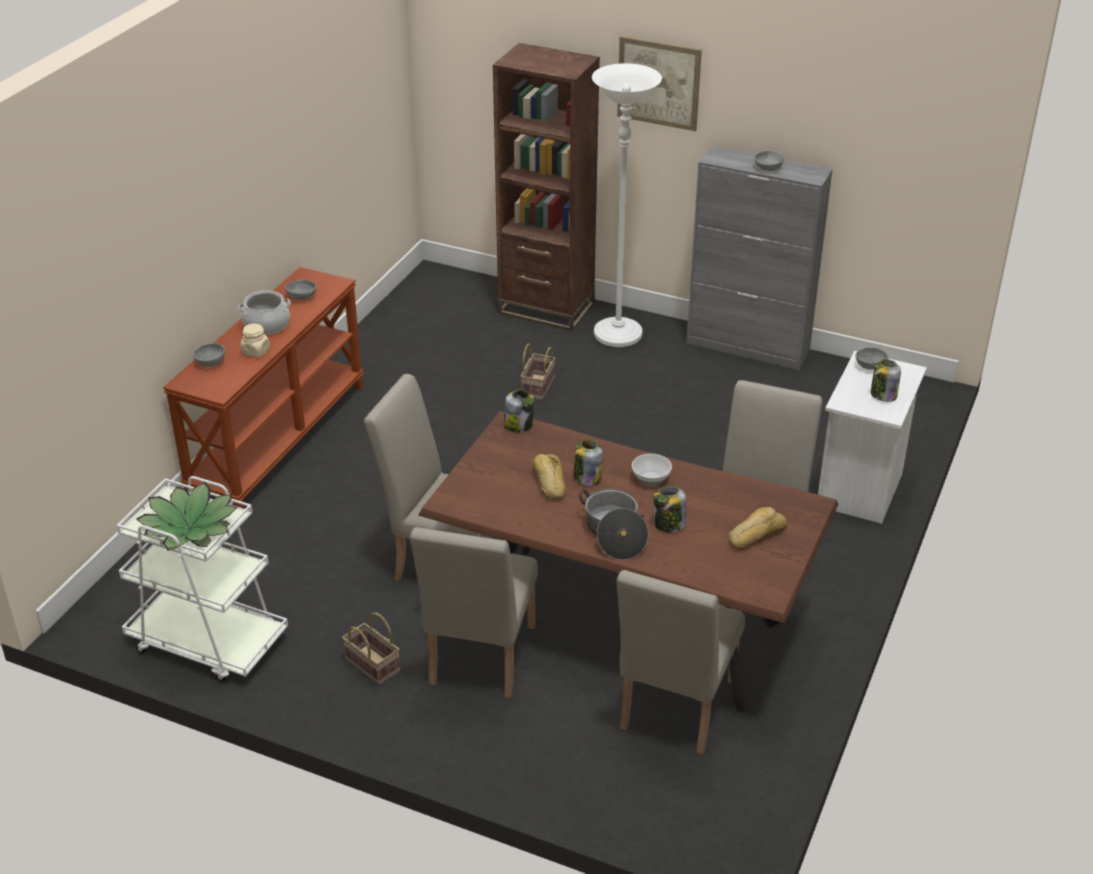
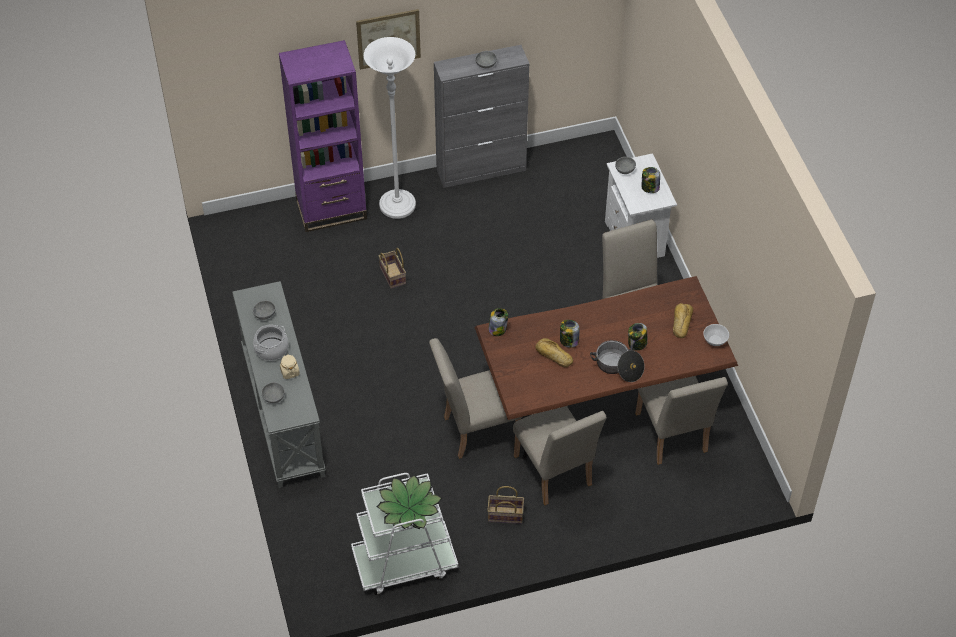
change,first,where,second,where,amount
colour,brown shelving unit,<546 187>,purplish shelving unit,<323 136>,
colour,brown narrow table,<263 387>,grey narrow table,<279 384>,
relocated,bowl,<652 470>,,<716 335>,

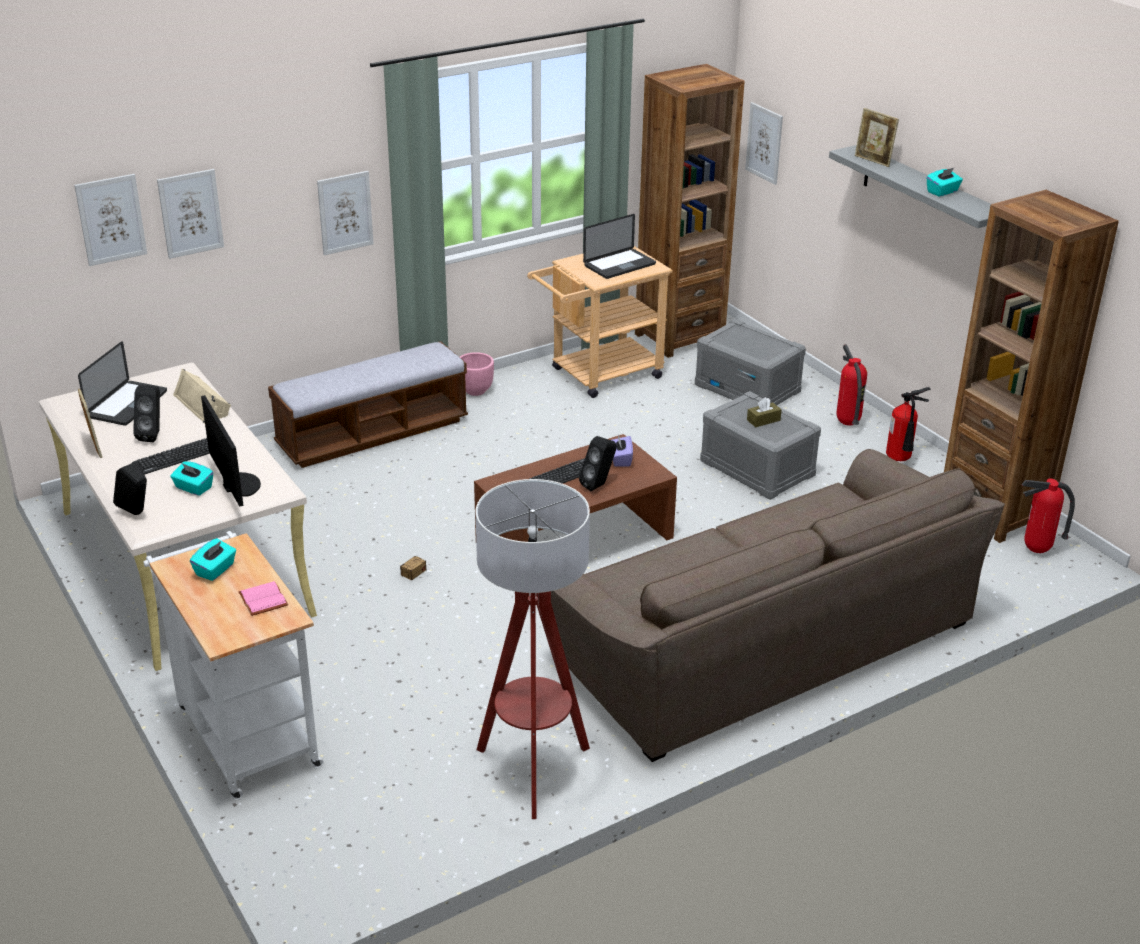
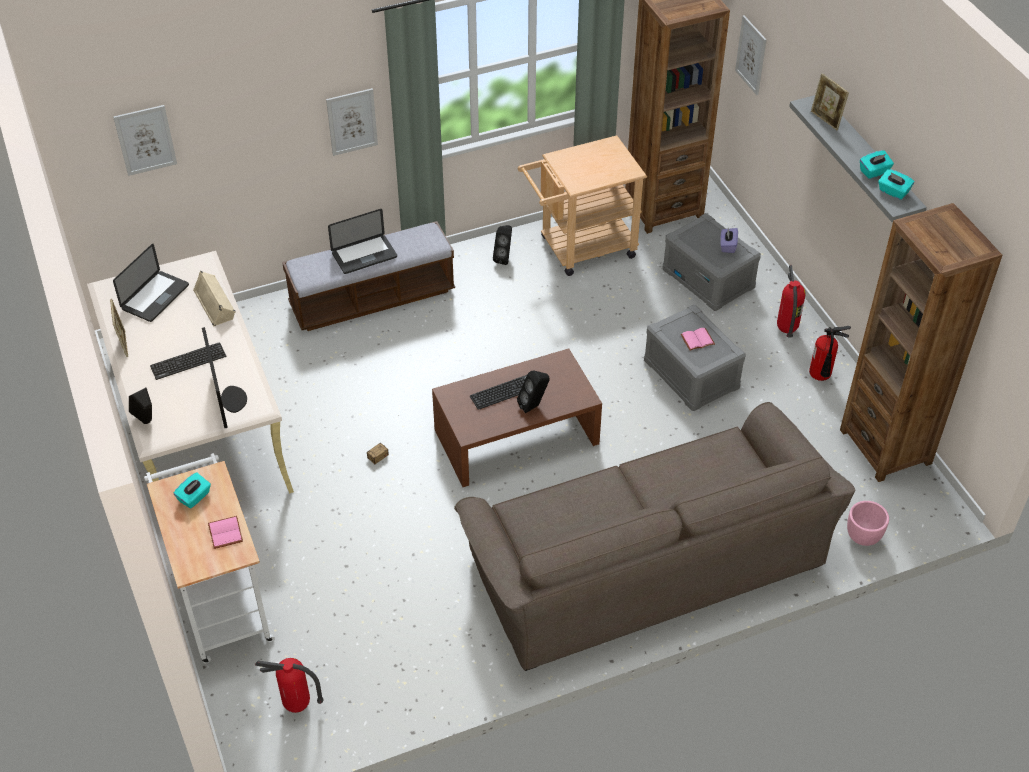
change,first,where,second,where,amount
missing,wall picture,<190 214>,,,
relocated,laptop,<619 246>,,<362 241>,
relocated,pinkish plant pot,<477 374>,,<868 523>,
relocated,black speaker,<146 413>,,<502 245>,
exchanged,brown tissue box,<764 412>,pinkish bound book,<698 339>,
relocated,purplish tissue box,<622 450>,,<729 240>,
relocated,turquoise-coloured tissue box,<191 478>,,<896 184>,
missing,floor lamp,<532 649>,,,
relocated,fire-fighting cylinder,<1048 516>,,<289 685>,

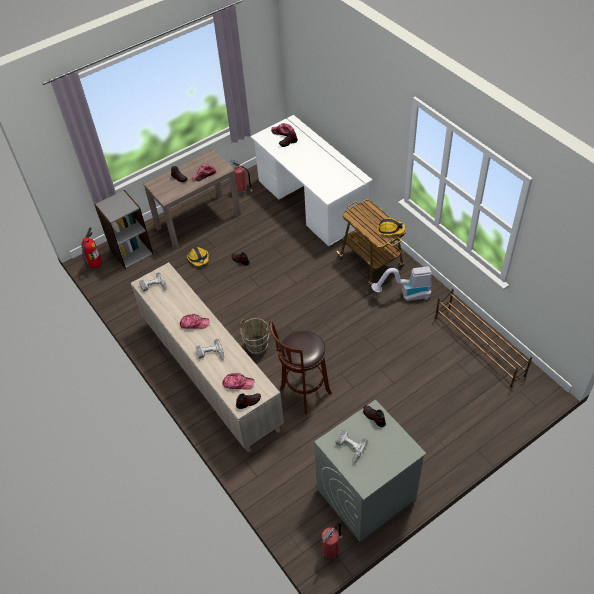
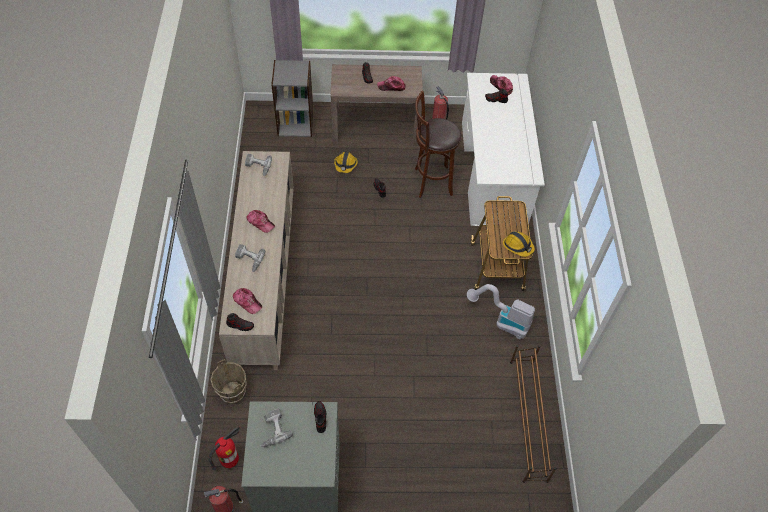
change,first,where,second,where,amount
relocated,fire-fighting cylinder,<91 249>,,<224 448>,
relocated,brown pail,<254 336>,,<228 381>,
relocated,brown stool seat,<300 367>,,<438 144>,

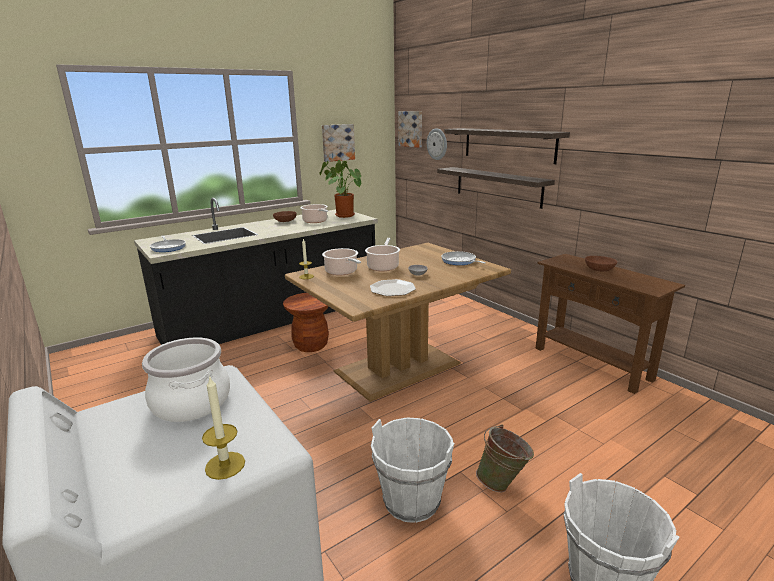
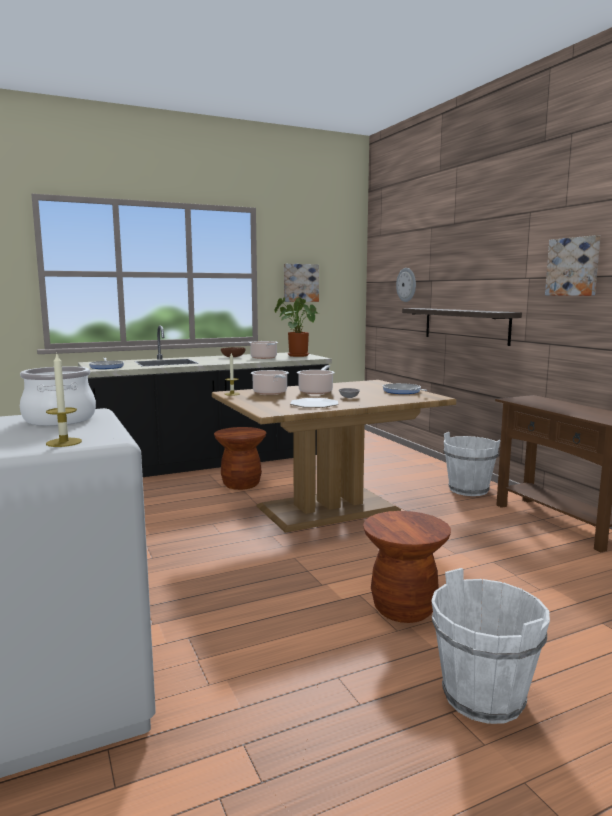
change,first,where,second,where,amount
relocated,wall picture,<410 129>,,<572 265>,
missing,wall shelf,<507 146>,,,
missing,brown bowl,<601 263>,,,
relocated,white pail,<412 470>,,<472 464>,
exchanged,green pail,<505 458>,brown stool seat,<407 567>,

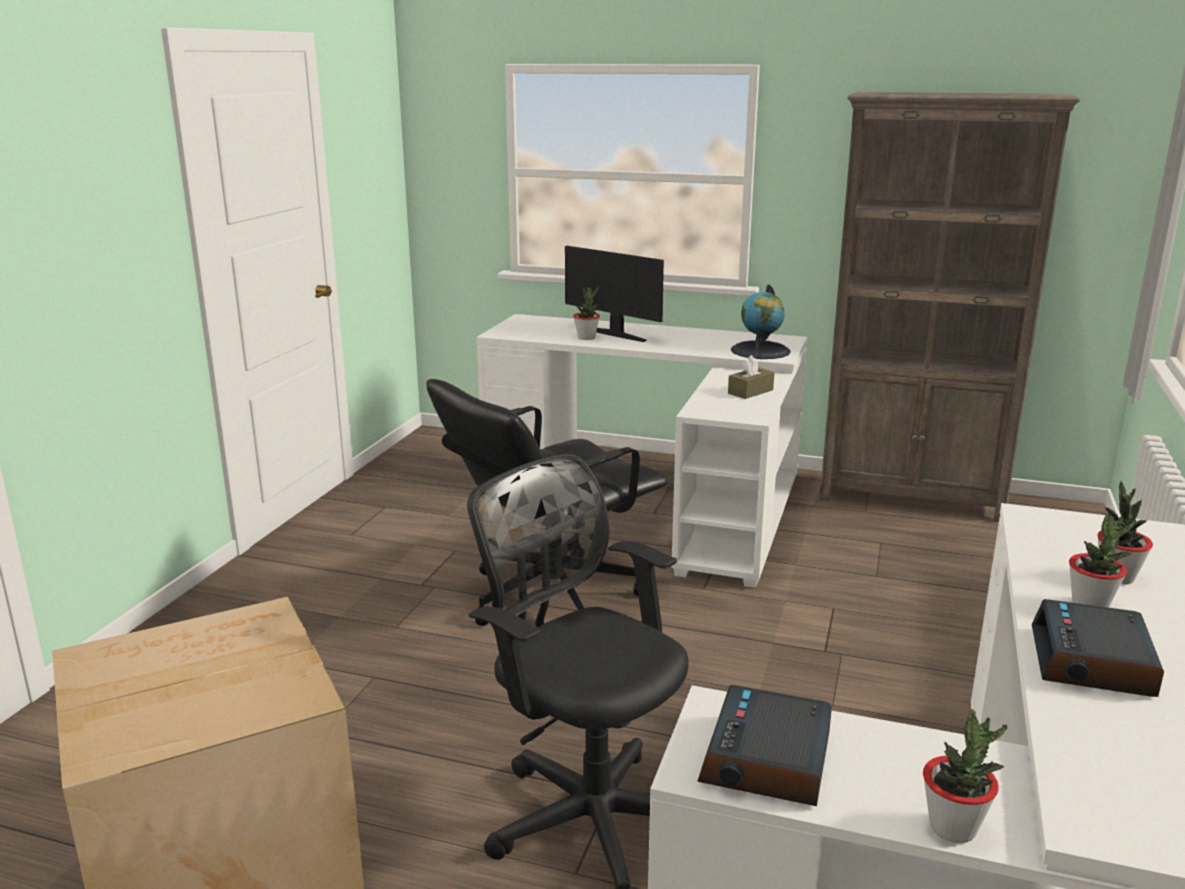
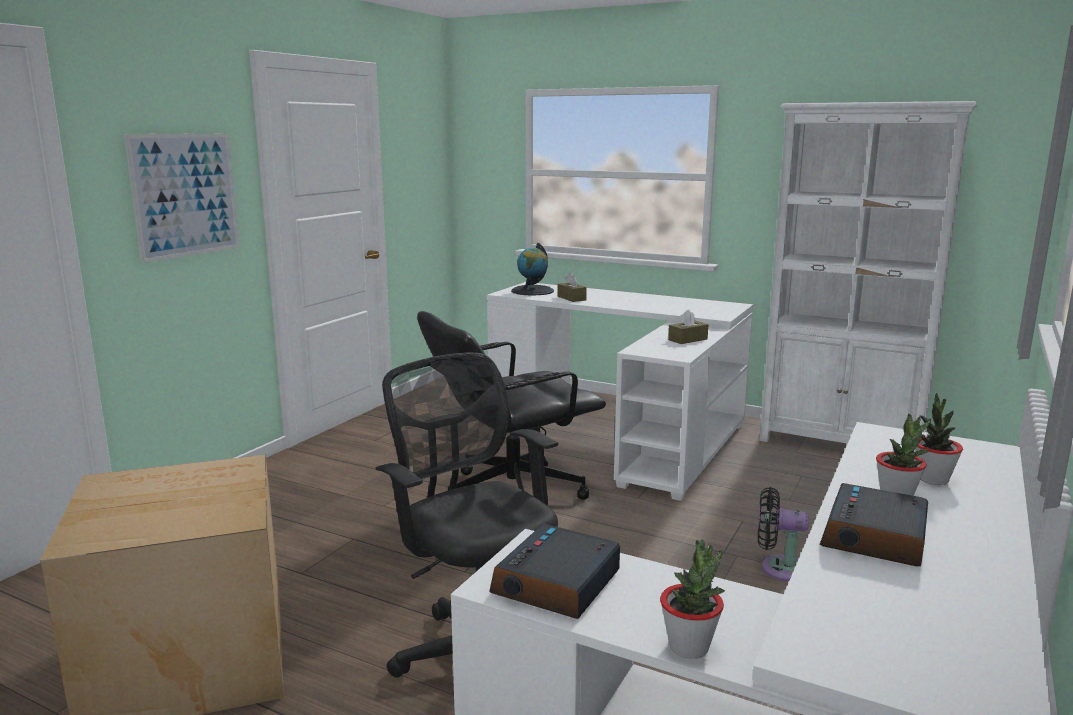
change,first,where,second,where,amount
colour,brown shelving unit,<949 307>,white shelving unit,<868 272>,
missing,monitor,<614 294>,,,
relocated,desk globe,<761 322>,,<532 269>,
exchanged,houseplant,<586 313>,brown tissue box,<572 287>,
appeared,,,wall picture,<182 198>,
appeared,,,black cooling fan,<783 534>,

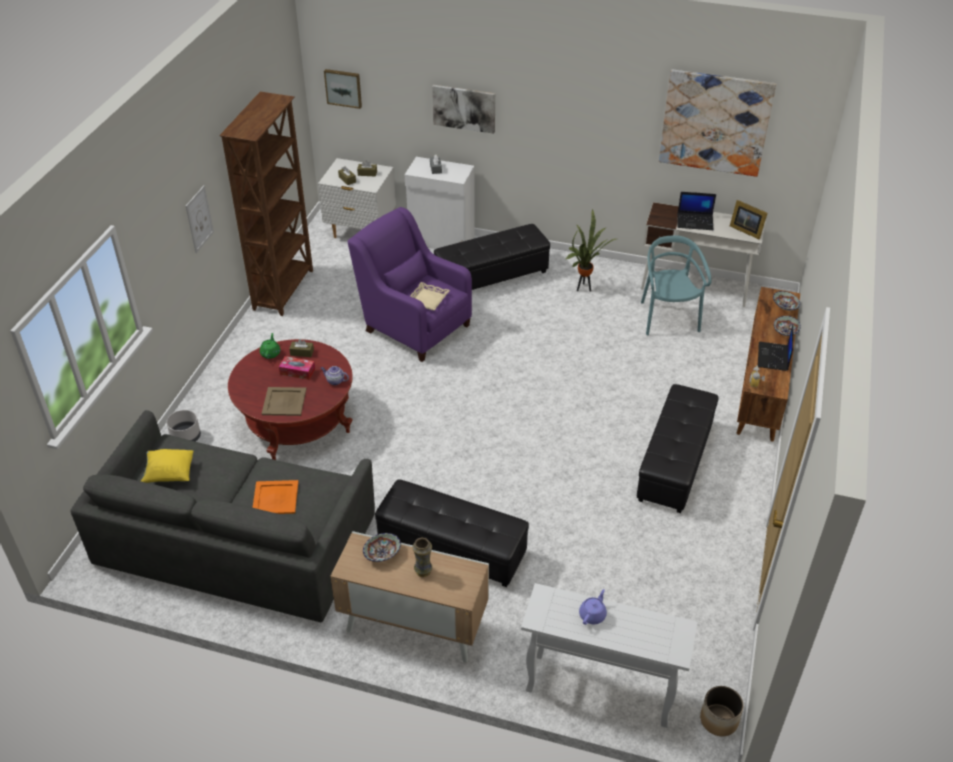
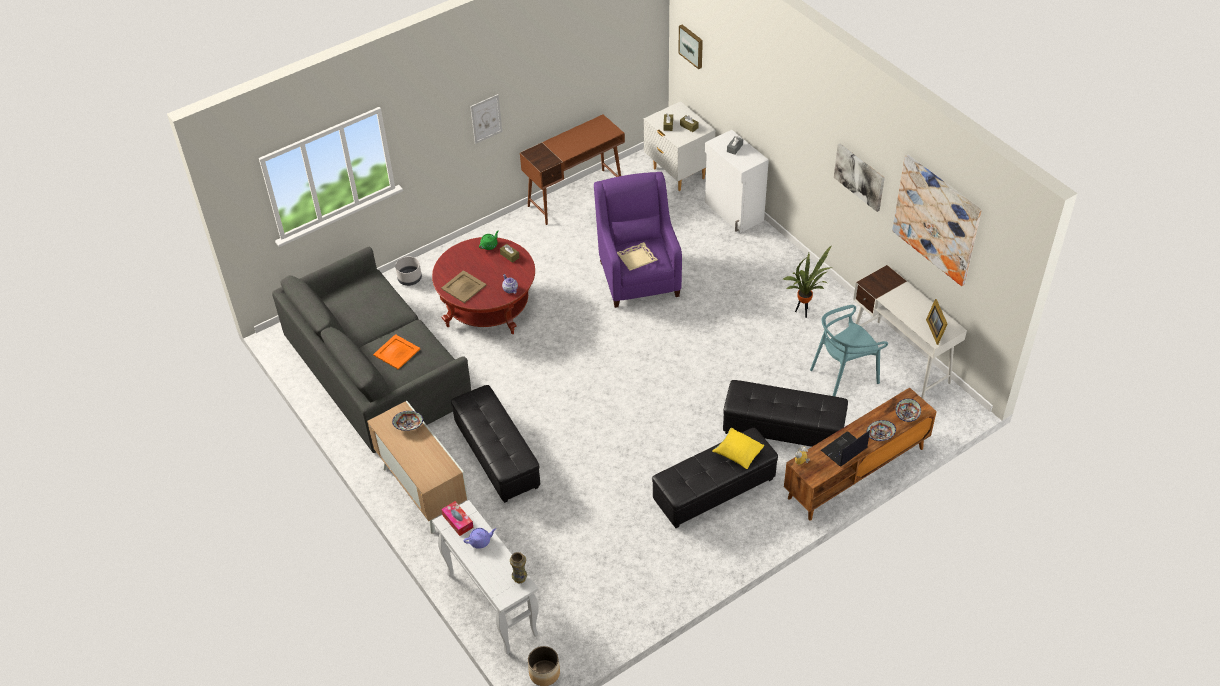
change,first,where,second,where,amount
relocated,wall picture,<463 109>,,<859 178>,
exchanged,brown shelving unit,<266 204>,brown desk table,<572 169>,
missing,laptop,<697 211>,,,
relocated,black pouffe,<492 257>,,<785 413>,
spun,turquoise-coloured upright chair,<676 285>,,<849 350>,150 degrees counterclockwise
relocated,tissue box,<297 368>,,<457 518>,
relocated,yellow-coloured throw pillow,<167 466>,,<738 448>,
relocated,flower vase,<422 557>,,<518 568>,

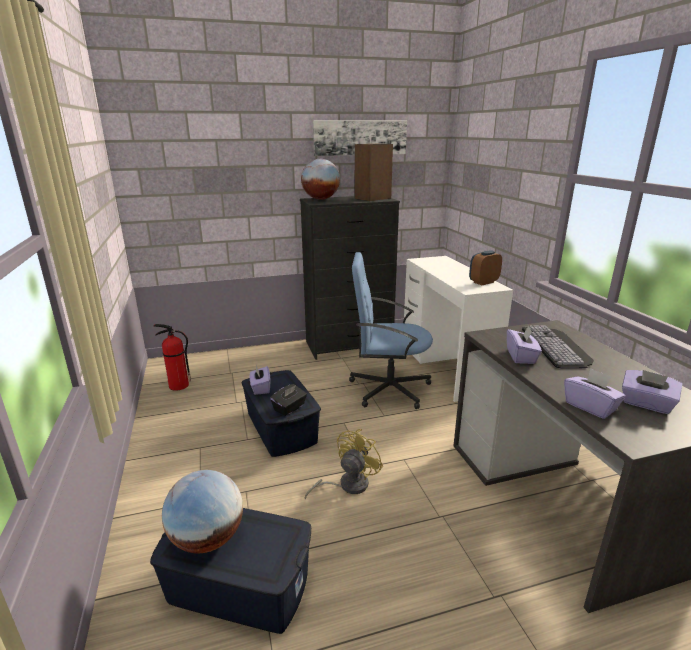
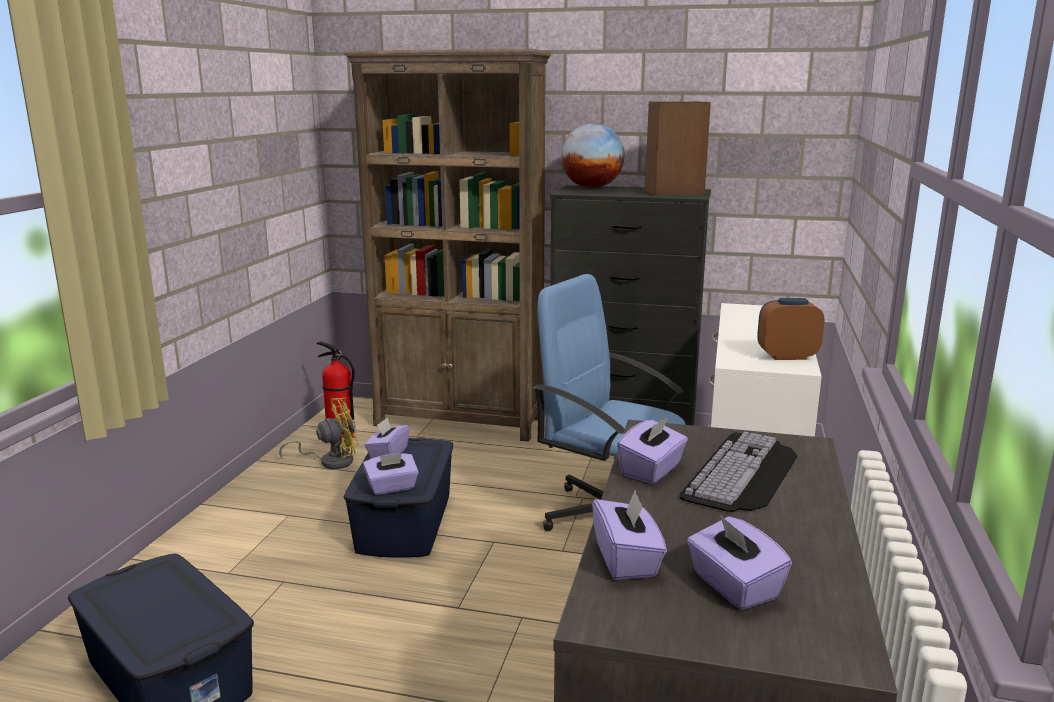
change,first,where,second,where,amount
missing,wall picture,<360 138>,,,
colour,black tissue box,<288 400>,purplish tissue box,<391 474>,
relocated,yellow-coloured cooling fan,<344 464>,,<319 433>,
missing,desk globe,<202 512>,,,
appeared,,,brown shelving unit,<447 245>,

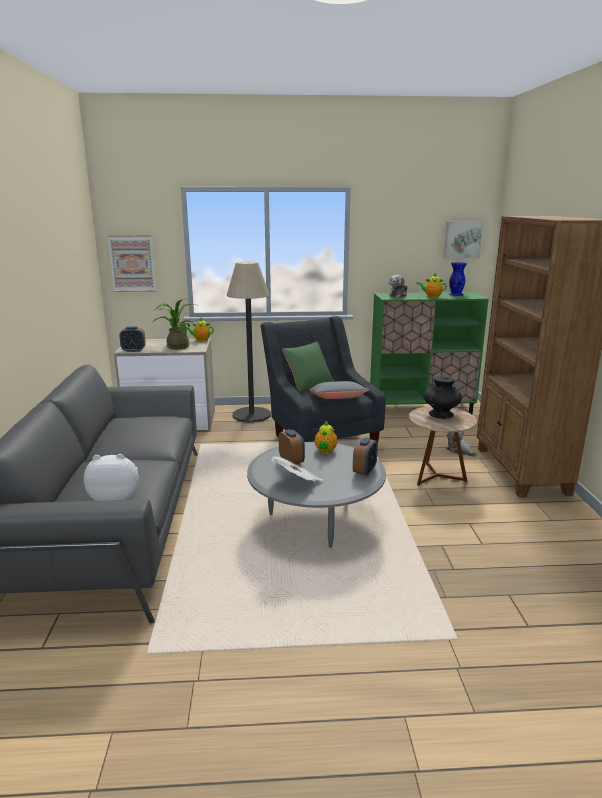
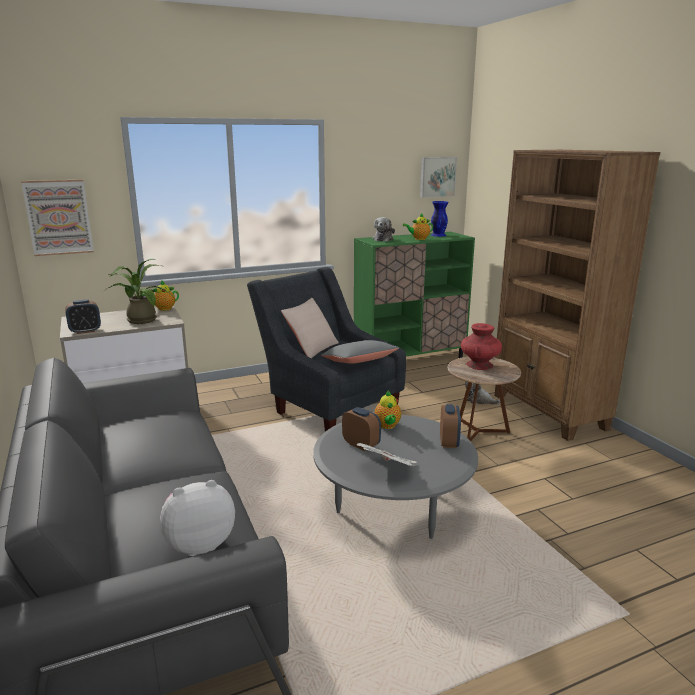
change,first,where,second,where,amount
missing,floor lamp,<248 342>,,,
colour,green throw pillow,<308 366>,beige-coloured throw pillow,<310 328>,
colour,black flower vase,<443 397>,reddish flower vase,<481 346>,

